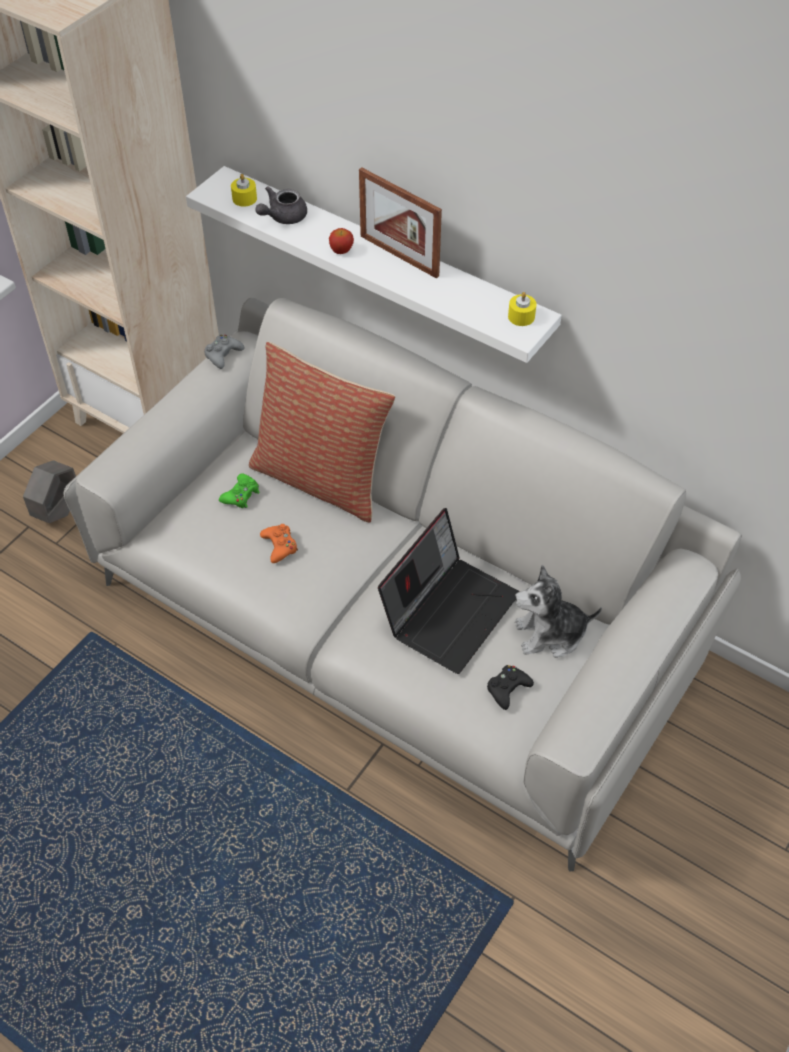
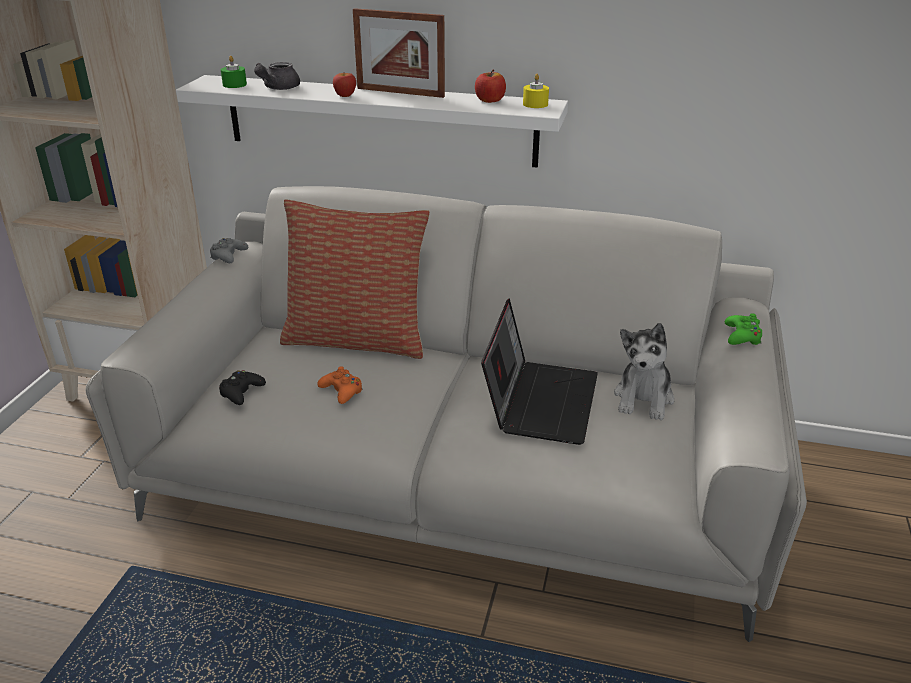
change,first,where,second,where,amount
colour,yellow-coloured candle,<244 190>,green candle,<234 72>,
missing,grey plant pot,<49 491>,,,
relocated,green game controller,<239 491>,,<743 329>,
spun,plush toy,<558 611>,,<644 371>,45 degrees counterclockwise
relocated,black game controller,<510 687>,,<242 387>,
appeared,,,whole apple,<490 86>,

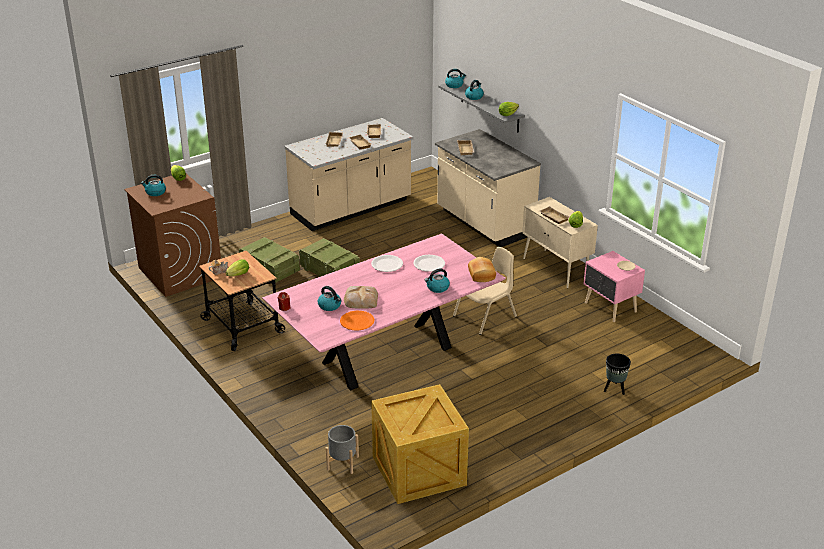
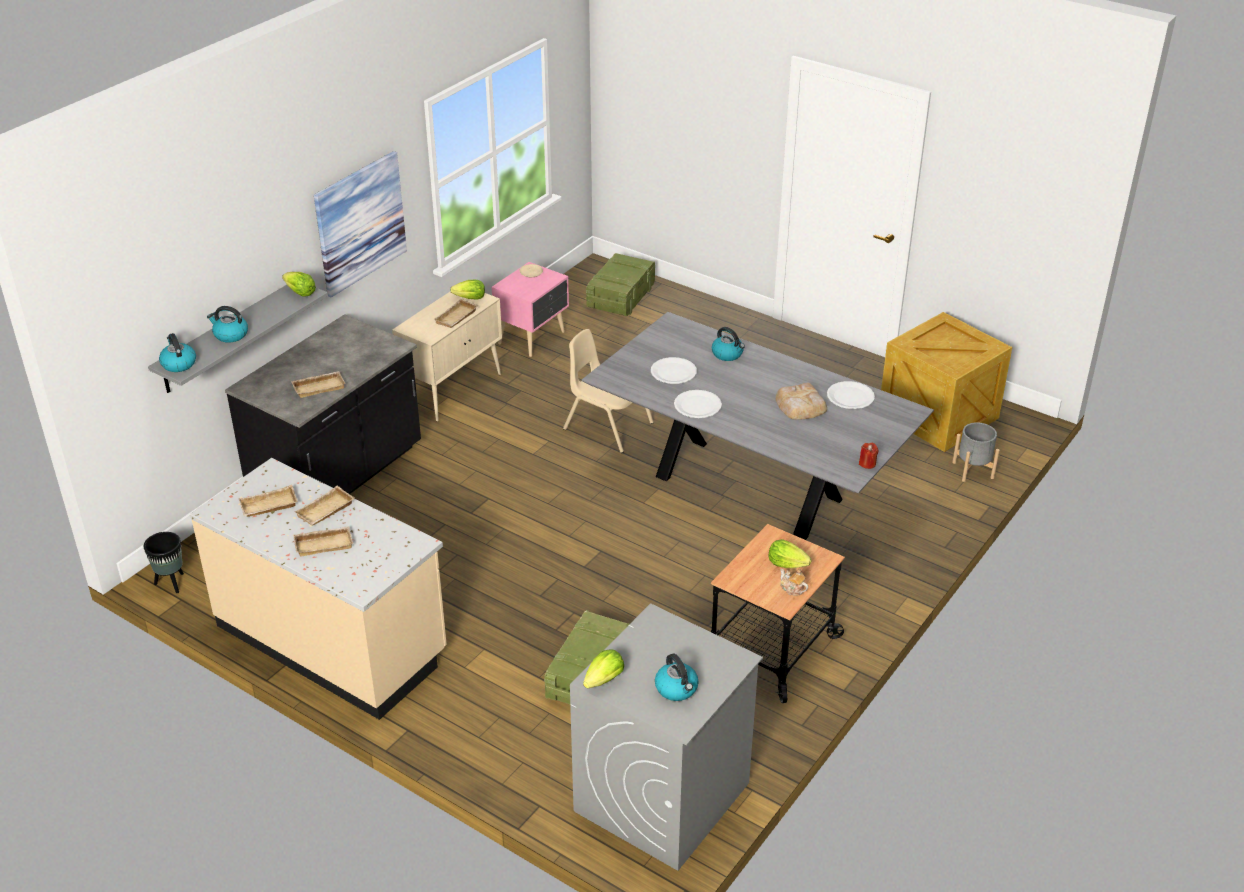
change,first,where,second,where,amount
colour,beige-coloured kitchen counter,<488 188>,black kitchen counter,<323 404>,
colour,brown laundry machine,<172 235>,grey laundry machine,<666 737>,
colour,pinkish kitchen table,<384 311>,grey kitchen table,<758 426>,
relocated,shipping crate,<329 257>,,<620 284>,
missing,bread,<482 269>,,,
missing,kettle,<329 298>,,,
colour,orange flat dish,<357 321>,white flat dish,<851 395>,
relocated,black plant pot,<617 374>,,<164 562>,
appeared,,,wall picture,<360 224>,

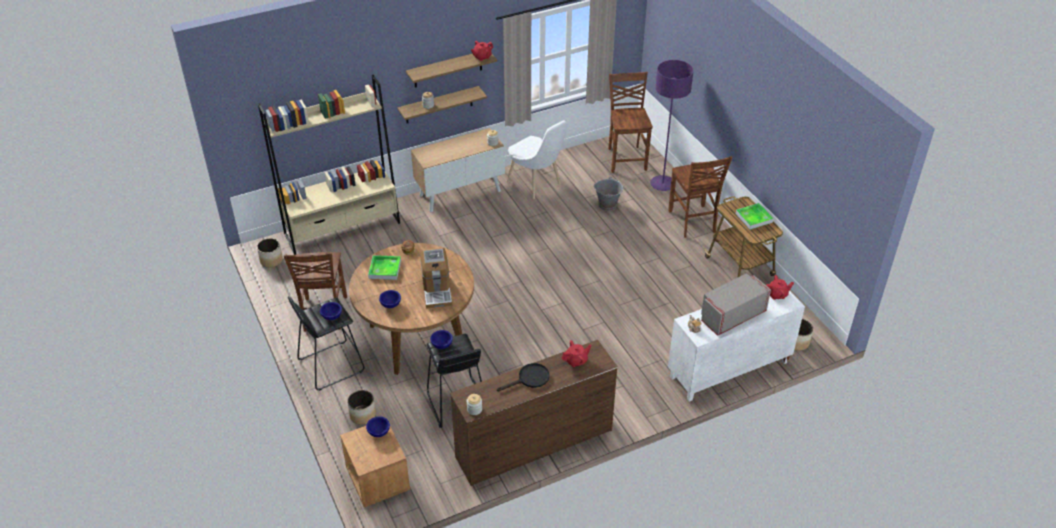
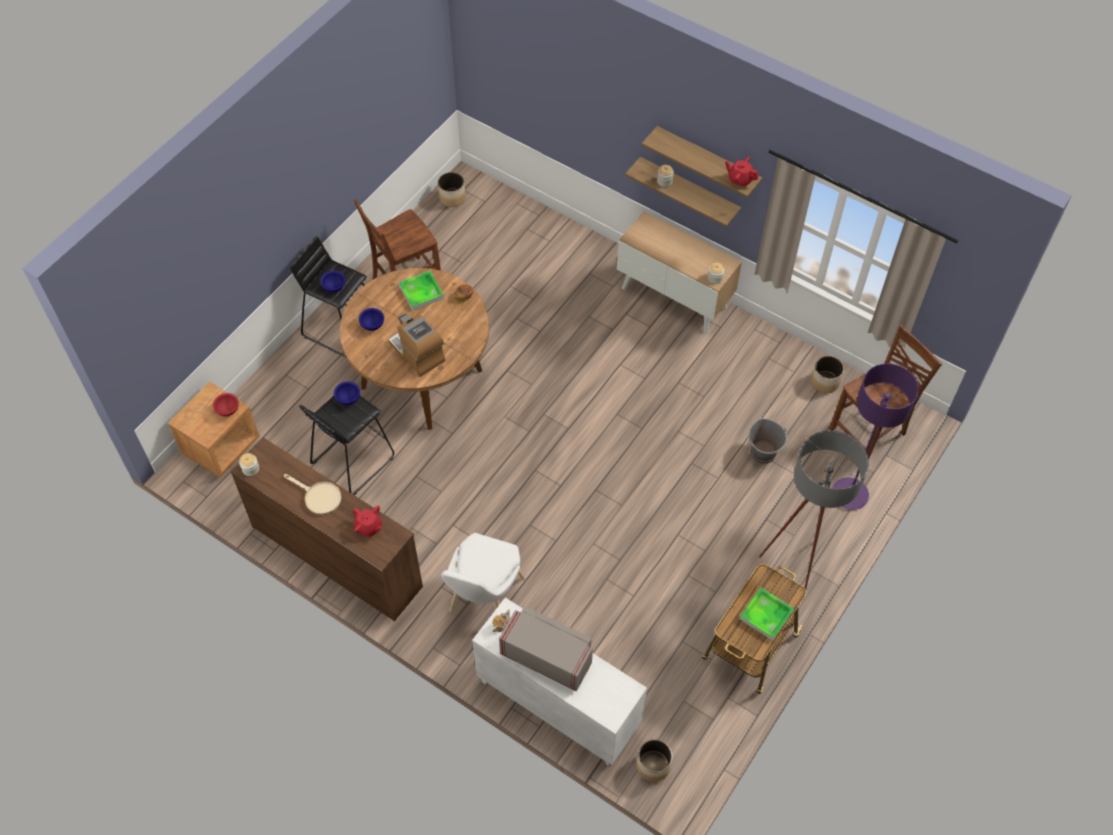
change,first,where,second,where,amount
missing,beige-coloured shelving unit,<329 165>,,,
relocated,white upright chair,<537 159>,,<483 573>,
exchanged,brown upright chair,<700 197>,grey floor lamp,<814 510>,
spun,coffee maker,<436 278>,,<416 345>,90 degrees clockwise
missing,reddish pot for tea,<780 287>,,,
colour,black pan,<523 377>,beige-coloured pan,<313 494>,
relocated,plant pot,<361 407>,,<827 374>,
colour,blue bowl,<378 426>,reddish bowl,<226 404>,

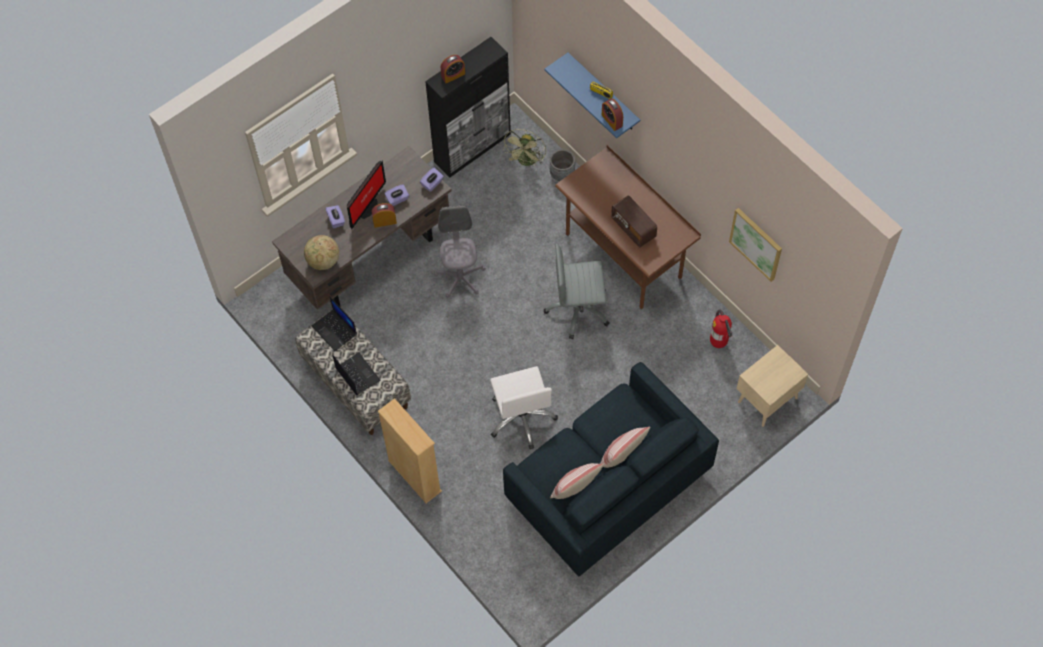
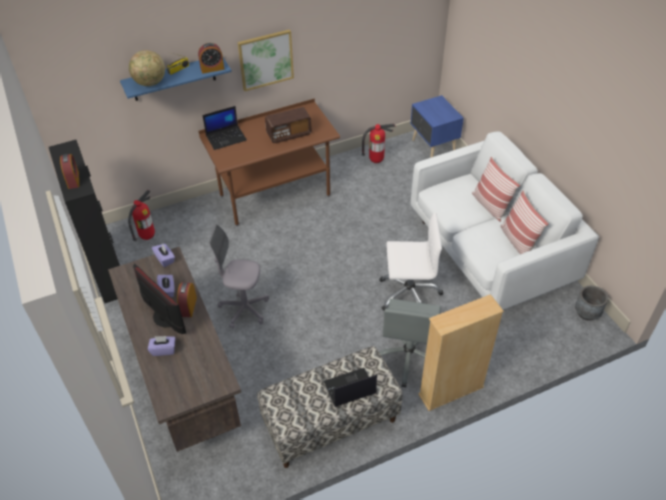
change,first,where,second,where,amount
exchanged,green cooling fan,<524 148>,fire-fighting cylinder,<141 215>,
relocated,grey plant pot,<562 165>,,<591 303>,
relocated,wall picture,<755 245>,,<266 60>,
relocated,desk globe,<321 252>,,<147 68>,
relocated,grey office chair,<577 291>,,<410 343>,
relocated,laptop,<334 324>,,<225 128>,
colour,beige-coloured night table,<772 386>,blue night table,<437 126>,
colour,blue couch,<611 469>,white couch,<505 221>,

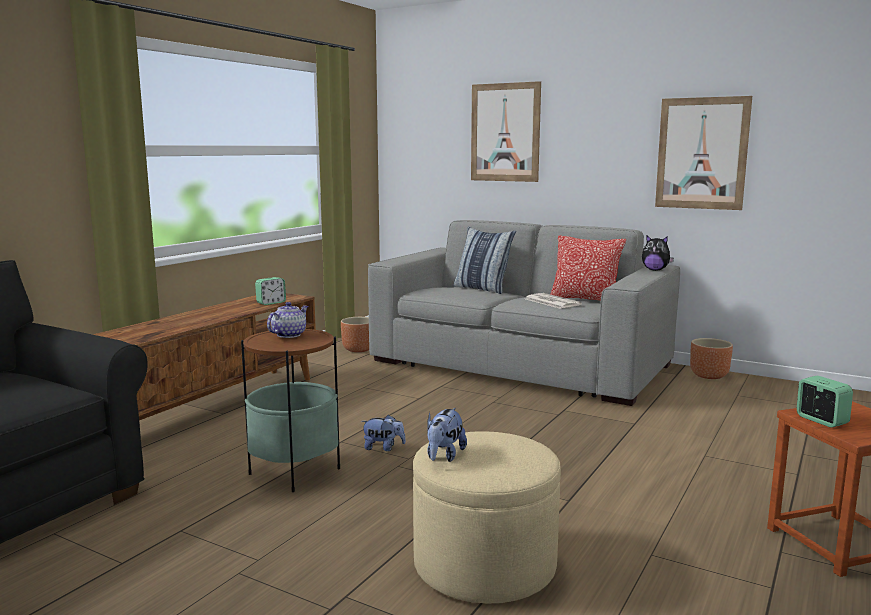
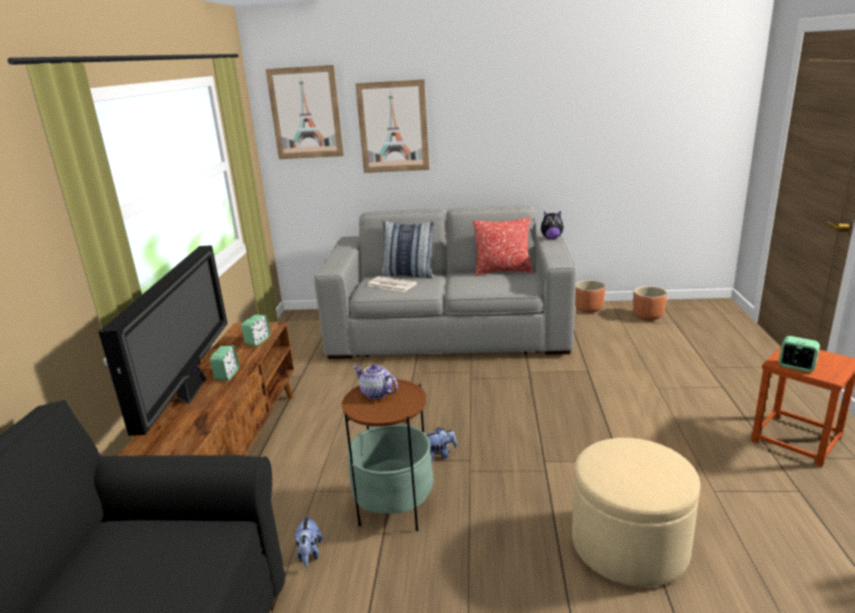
change,first,where,second,where,amount
relocated,wall picture,<703 153>,,<305 112>,
relocated,printed paper,<554 301>,,<392 284>,
spun,pot for tea,<287 320>,,<375 381>,60 degrees counterclockwise
relocated,brown plant pot,<355 334>,,<650 303>,
relocated,plush toy,<447 435>,,<308 540>,
appeared,,,TV set,<163 340>,
appeared,,,alarm clock,<224 363>,

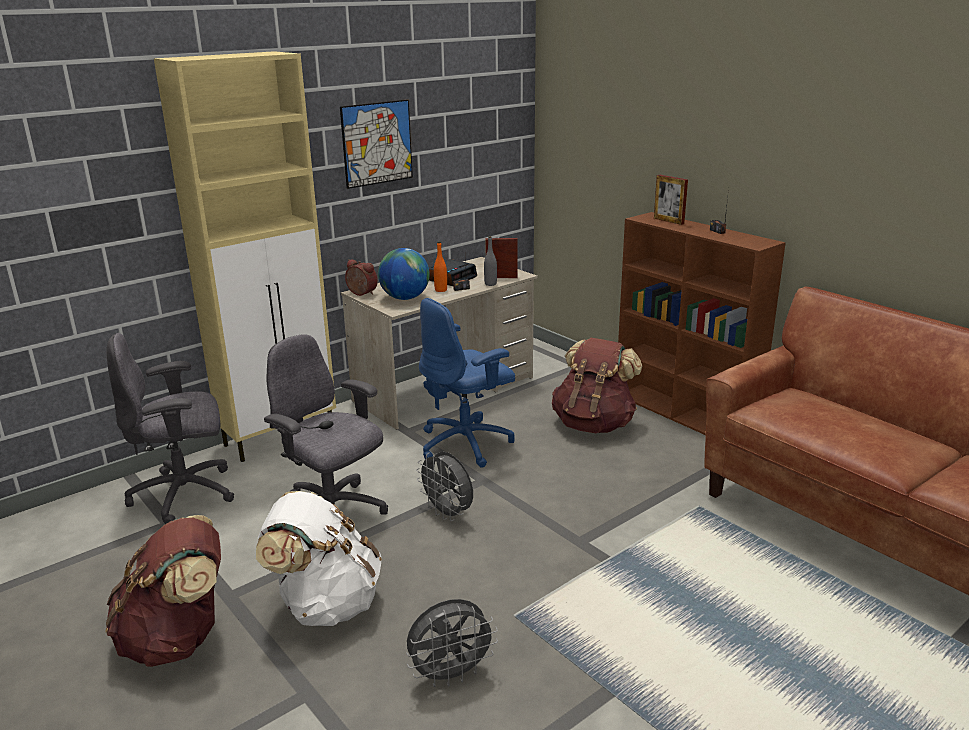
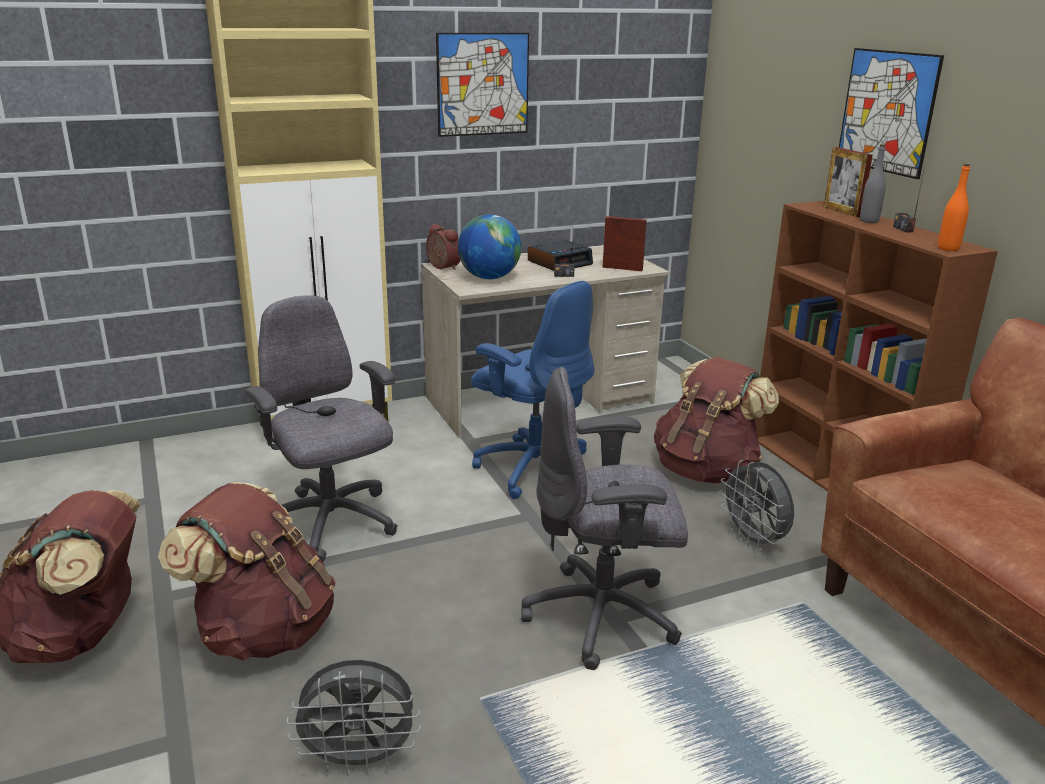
change,first,where,second,where,amount
relocated,grey drink bottle,<490 261>,,<873 183>,
relocated,orange drink bottle,<440 266>,,<954 207>,
spun,blue office chair,<467 383>,,<533 390>,120 degrees counterclockwise
relocated,grey office chair,<170 428>,,<604 518>,
relocated,grey cooling fan,<444 486>,,<756 505>,
colour,white knapsack,<319 558>,brown knapsack,<247 571>,
appeared,,,wall picture,<891 113>,

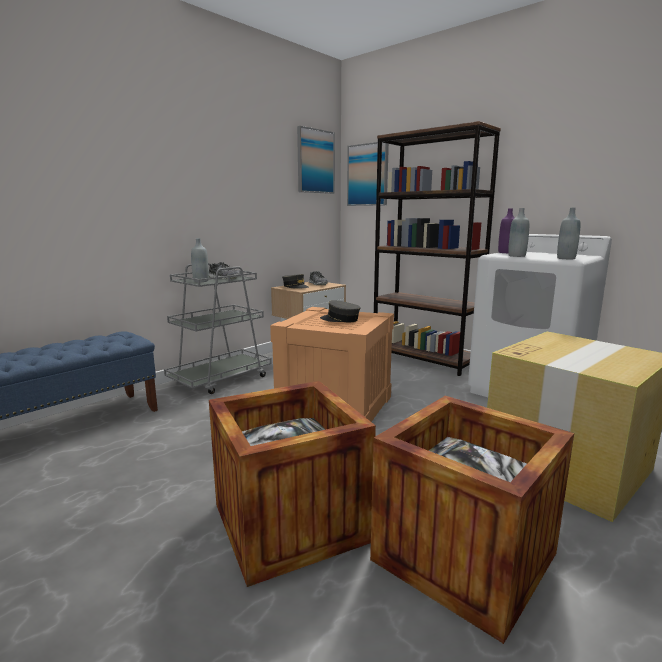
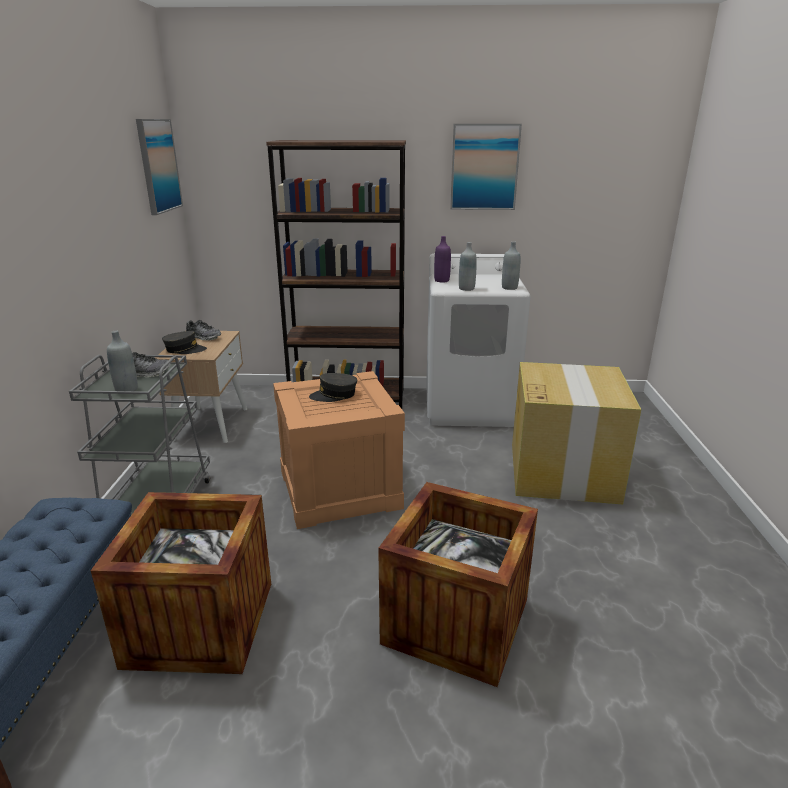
change,first,where,second,where,amount
relocated,wall picture,<368 174>,,<486 167>,
relocated,shipping crate,<472 520>,,<181 583>,

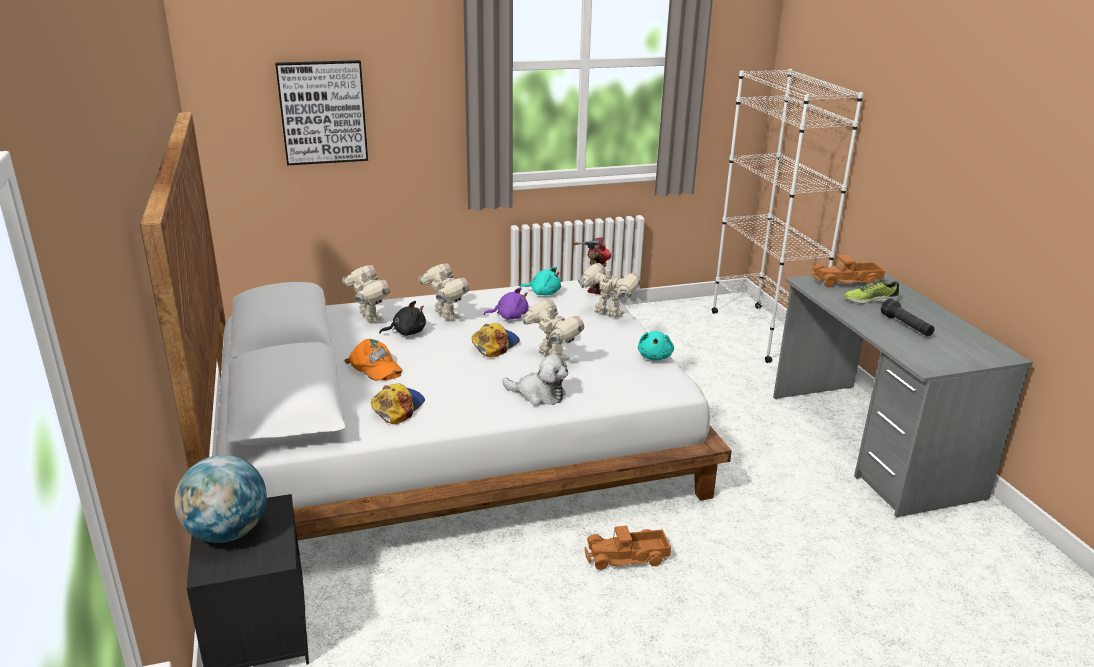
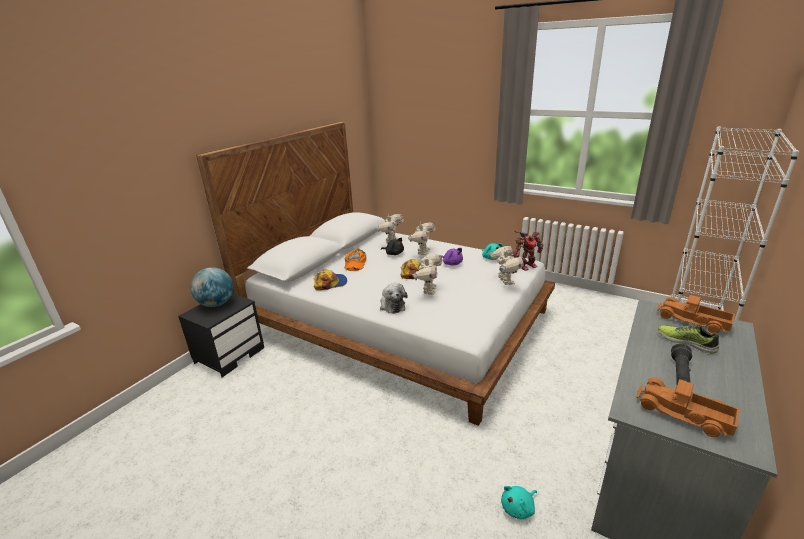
change,first,where,second,where,amount
missing,wall picture,<321 112>,,,
relocated,turquoise-coloured plush toy,<656 345>,,<519 502>,
relocated,toy lorry,<627 548>,,<687 407>,

